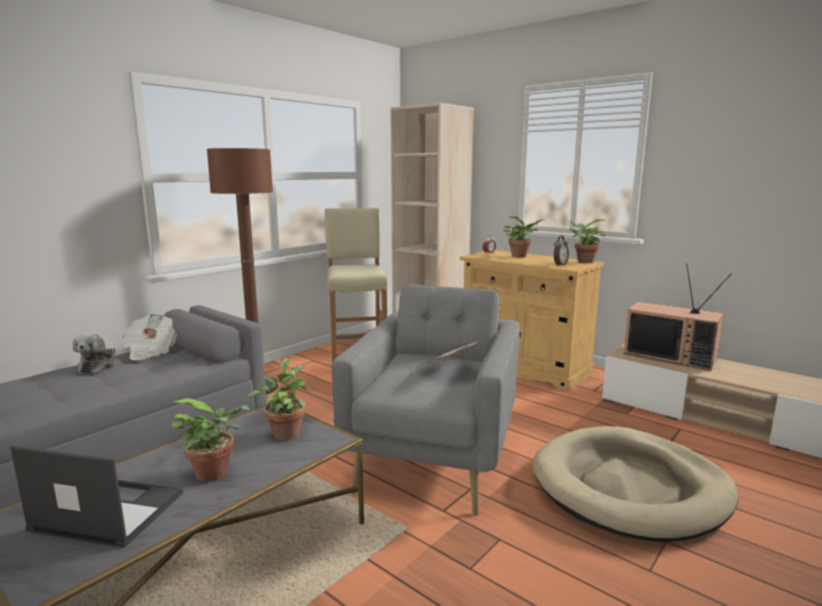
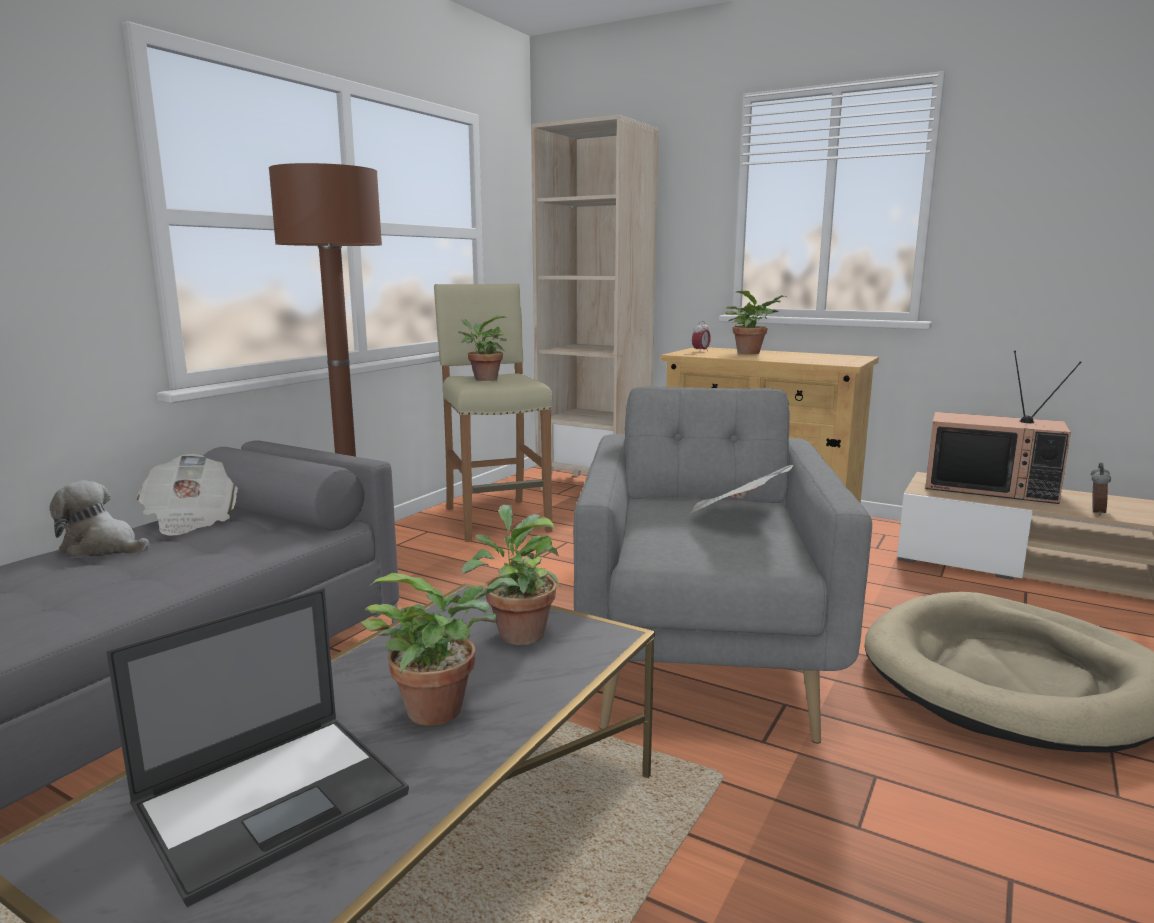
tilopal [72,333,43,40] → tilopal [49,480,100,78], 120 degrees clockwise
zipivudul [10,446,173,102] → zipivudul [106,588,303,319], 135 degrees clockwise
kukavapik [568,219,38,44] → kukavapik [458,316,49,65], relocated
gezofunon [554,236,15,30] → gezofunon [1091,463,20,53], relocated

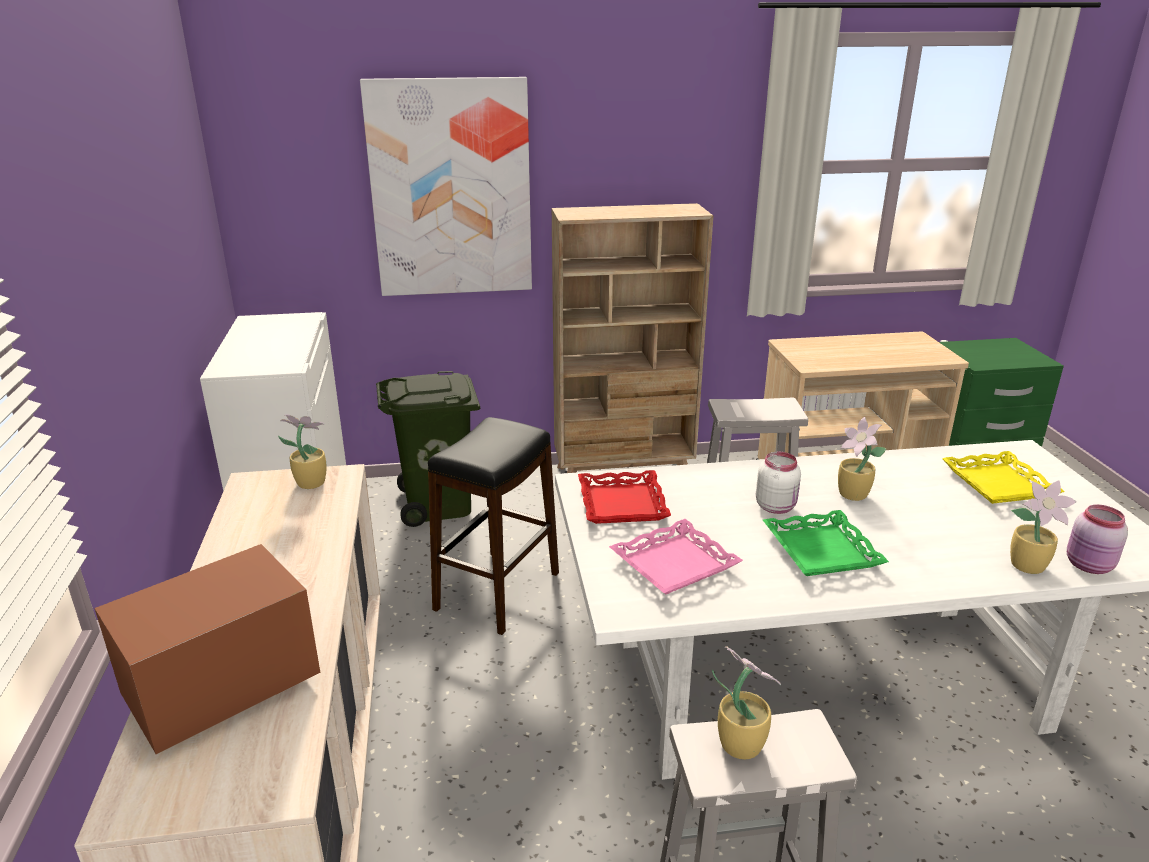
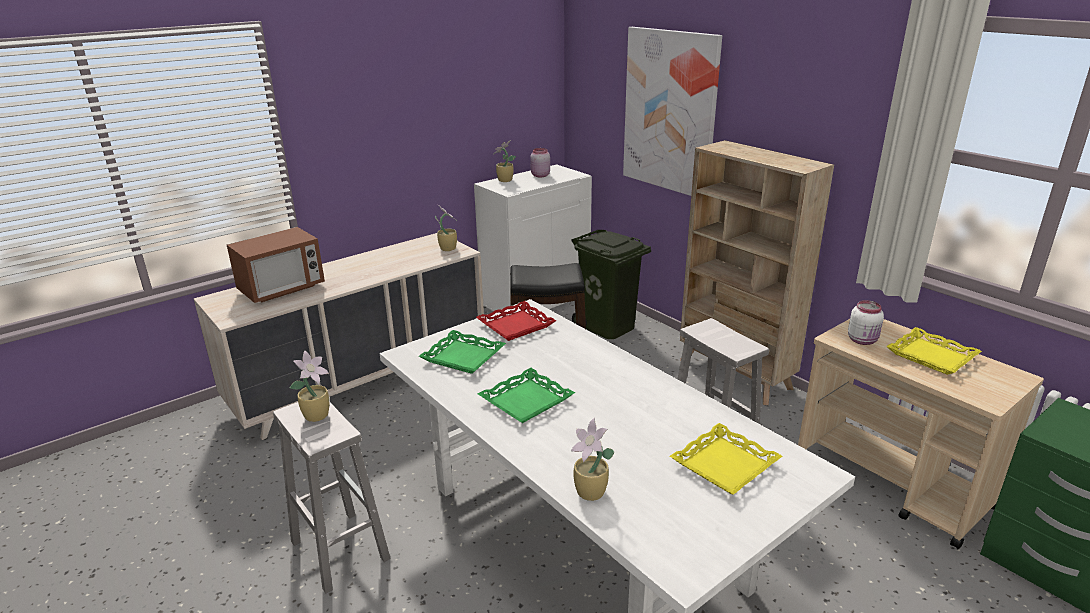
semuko [94,544,226,210] → semuko [227,227,98,76], 120 degrees clockwise
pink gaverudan [609,519,134,75] → green gaverudan [419,330,87,44]
kukavapik [838,417,48,84] → kukavapik [493,140,23,42], relocated
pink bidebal [1067,504,61,70] → pink bidebal [530,148,20,29], relocated
white bidebal [756,452,45,62] → white bidebal [848,300,36,45], relocated
- → yellow gaverudan [886,327,96,48]

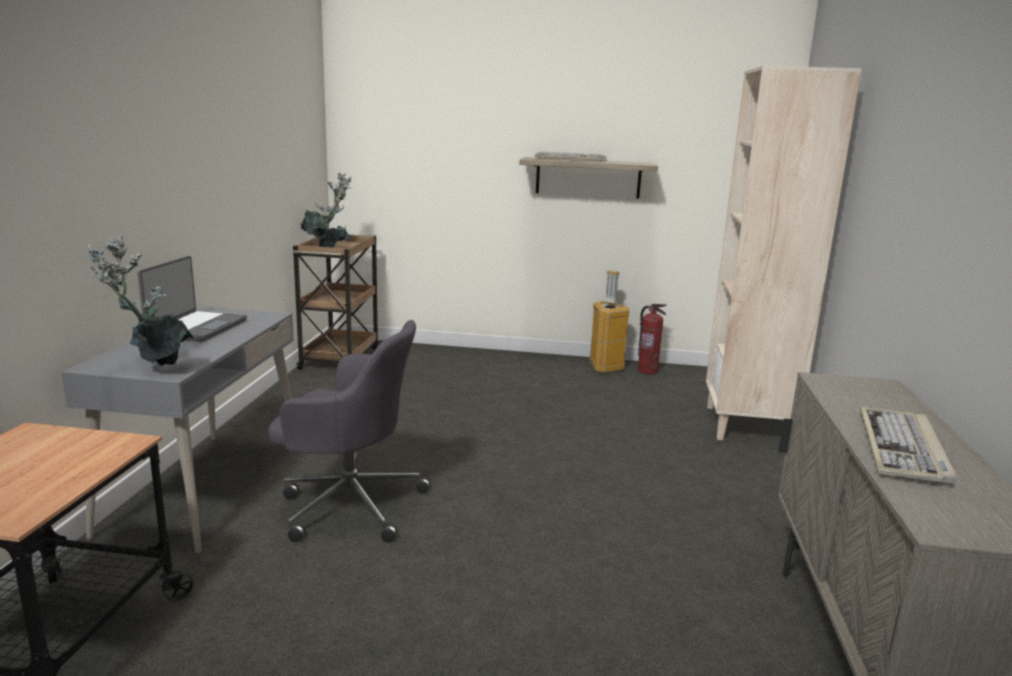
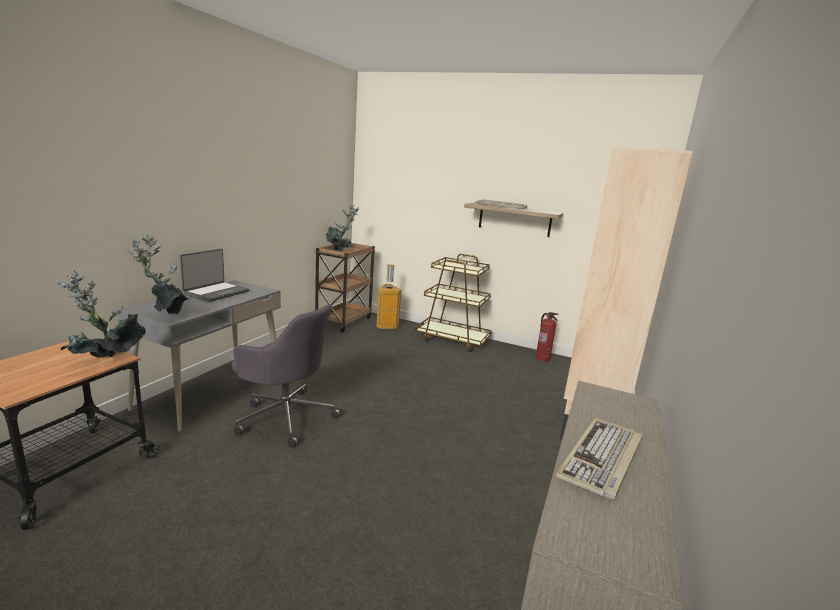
- → kukavapik [56,271,90,87]
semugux [589,270,41,103] → semugux [376,264,25,65], relocated
- → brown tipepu [415,254,77,98]

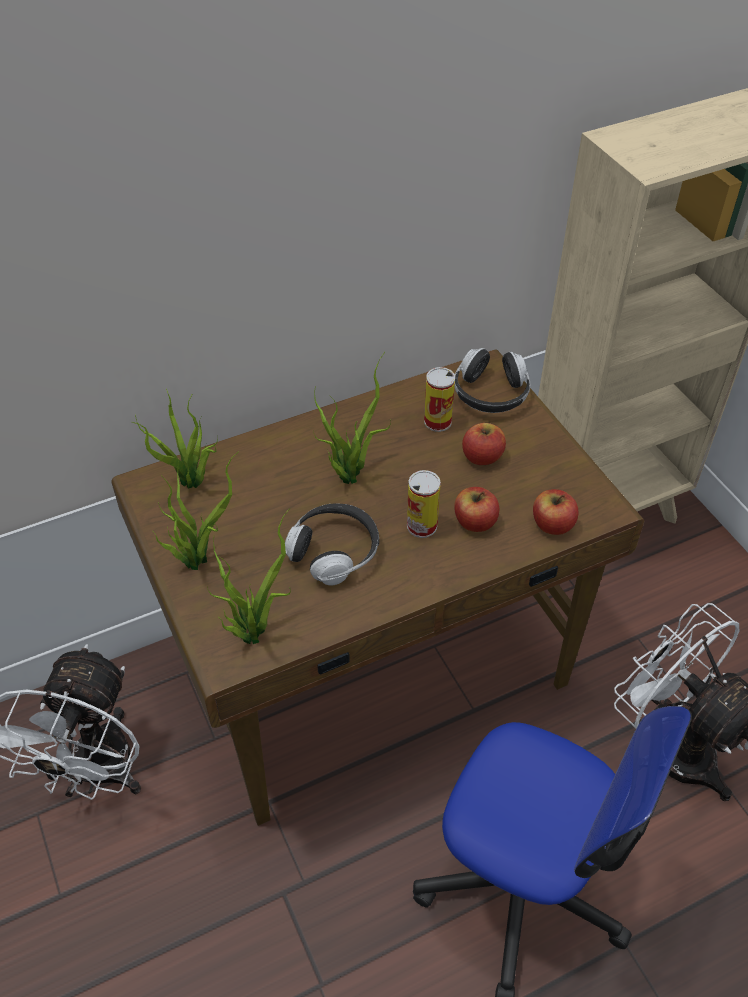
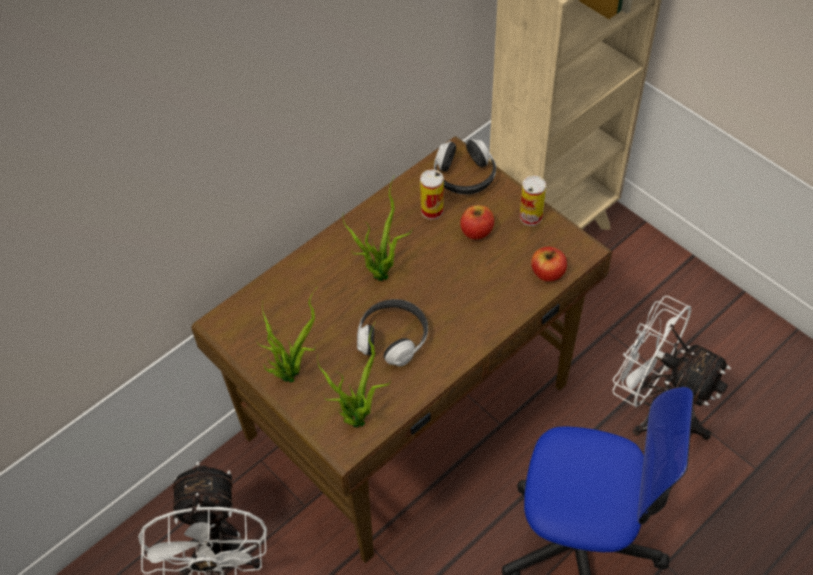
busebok [407,470,34,68] → busebok [520,176,26,50], relocated
kukavapik [132,388,86,101] → -
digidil [454,487,45,45] → -

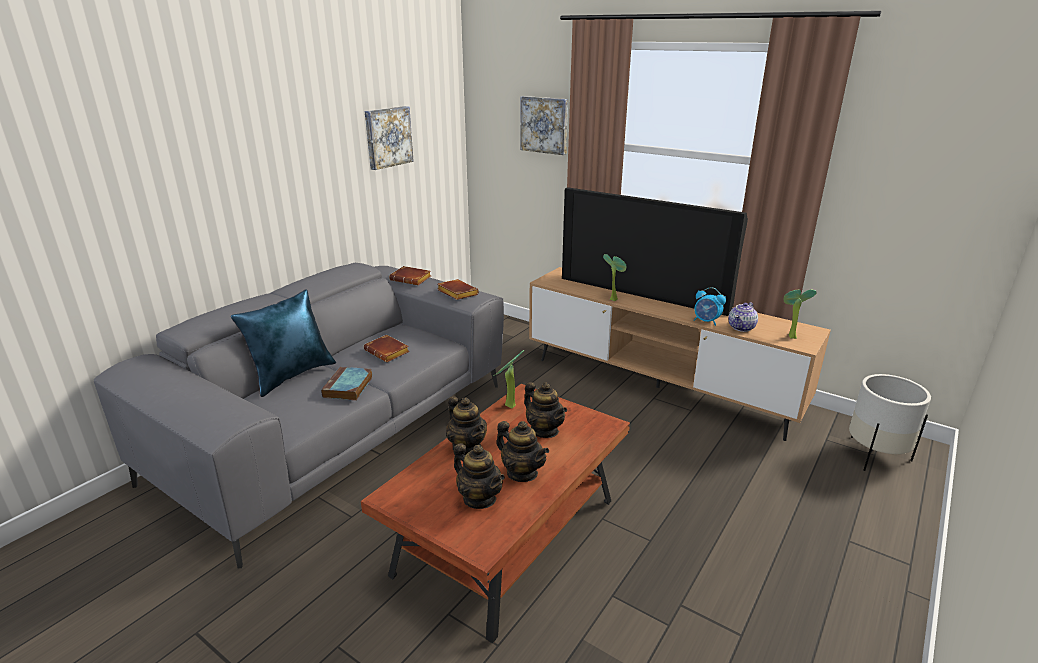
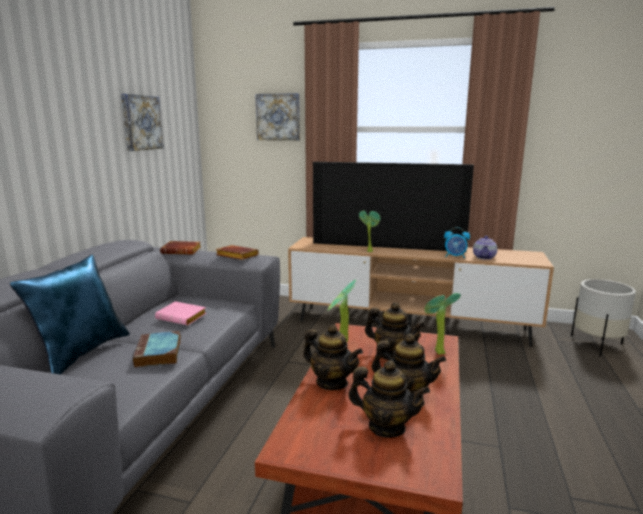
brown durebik [364,335,45,27] → pink durebik [155,301,51,24]
kukavapik [784,289,33,50] → kukavapik [424,293,37,62], relocated

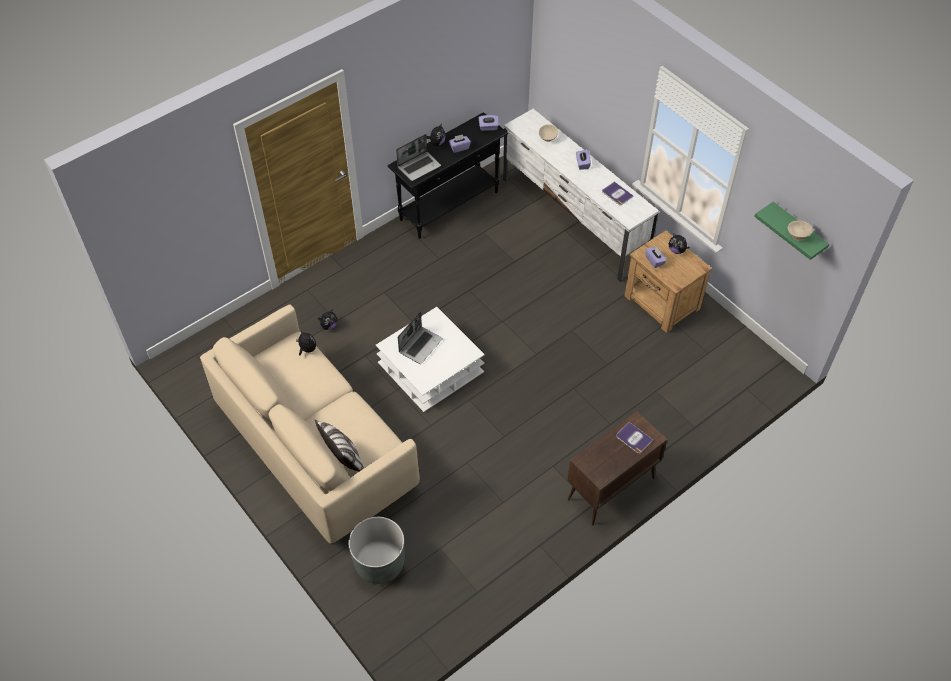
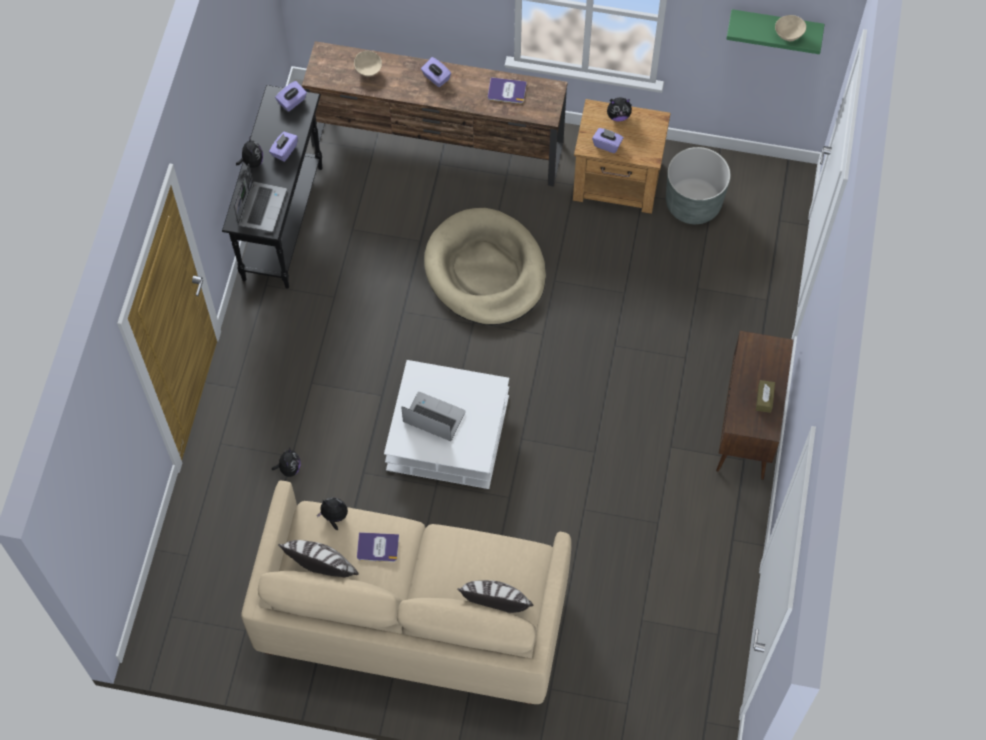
- → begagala [278,540,81,38]
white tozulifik [503,109,156,173] → brown tozulifik [302,41,266,145]
durebik [616,422,37,32] → durebik [357,532,42,30], relocated
zipivudul [398,311,45,53] → zipivudul [401,392,65,49], 60 degrees counterclockwise
- → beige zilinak [424,208,122,117]
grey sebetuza [348,517,56,67] → grey sebetuza [666,147,65,77], relocated
- → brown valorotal [756,380,19,33]

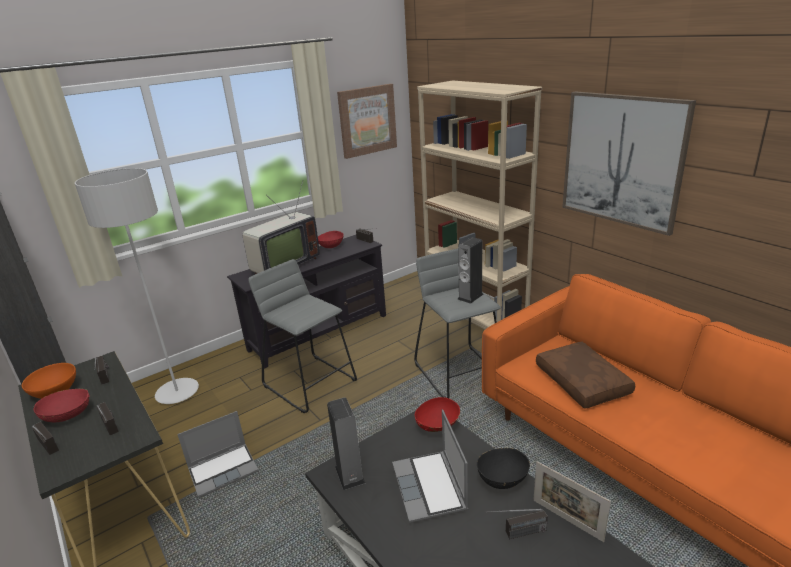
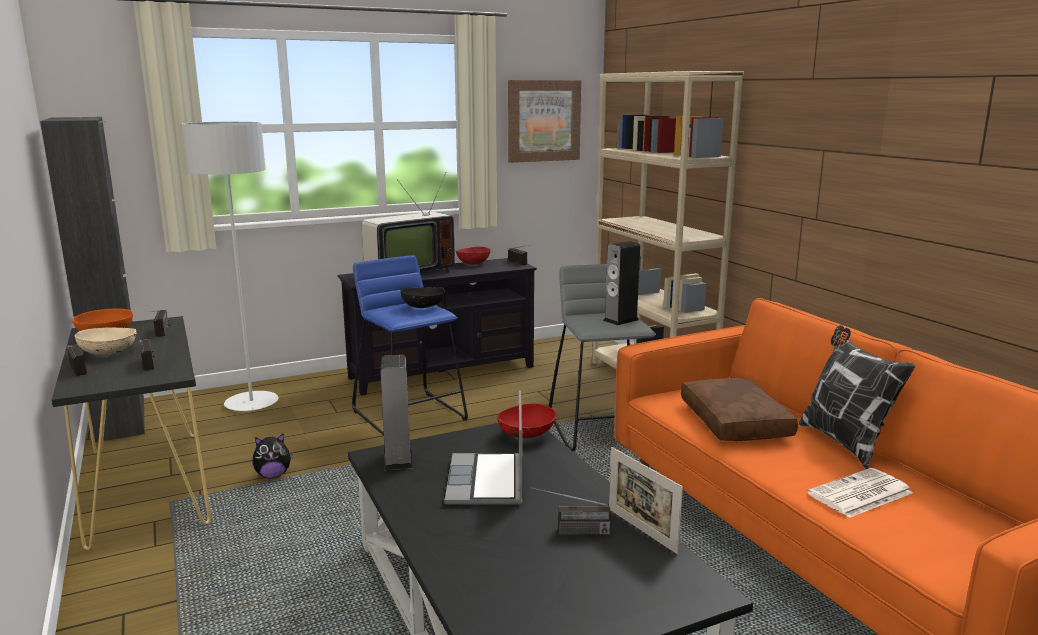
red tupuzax [32,389,58,33] → beige tupuzax [75,327,62,28]
zipivudul [177,411,82,87] → tilopal [253,434,40,44]
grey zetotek [248,259,109,155] → blue zetotek [352,255,116,180]
black tupuzax [477,448,53,41] → black tupuzax [400,287,45,21], relocated
- → begagala [799,325,117,144]
- → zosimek [807,468,106,50]
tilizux [562,91,134,145] → -

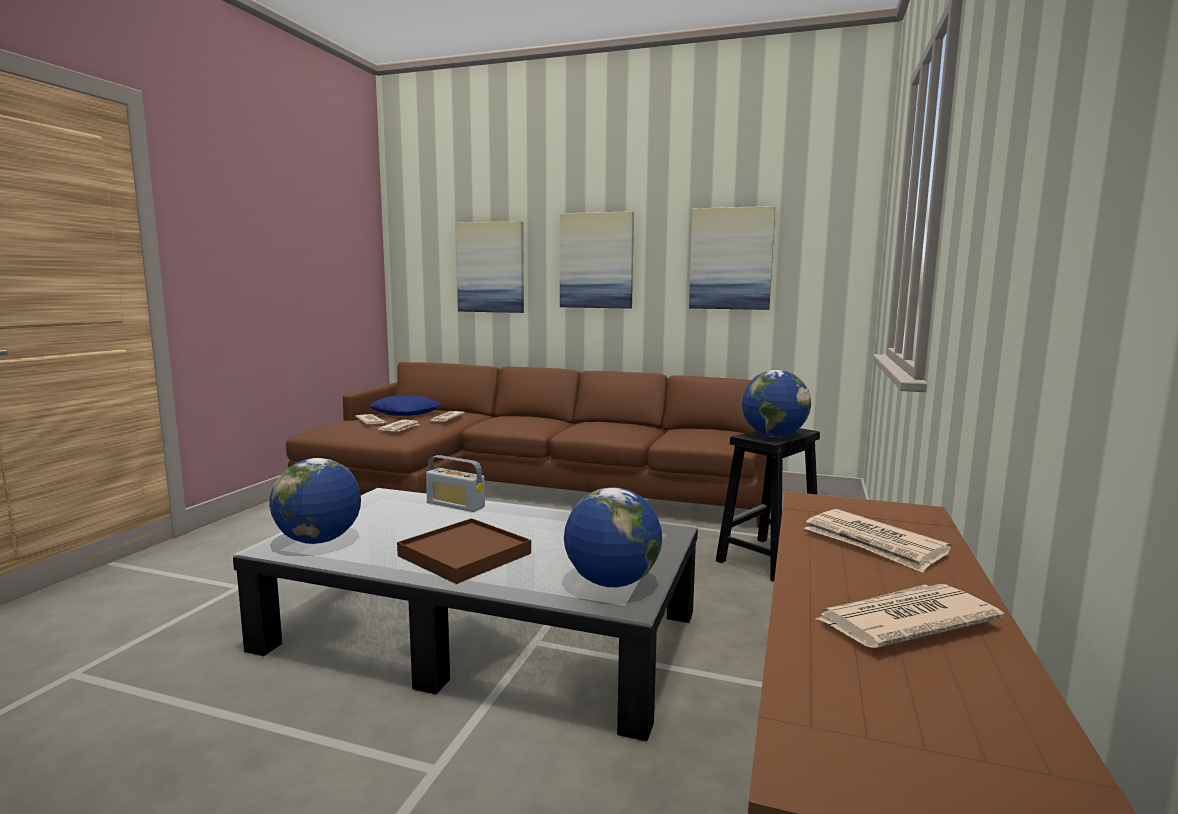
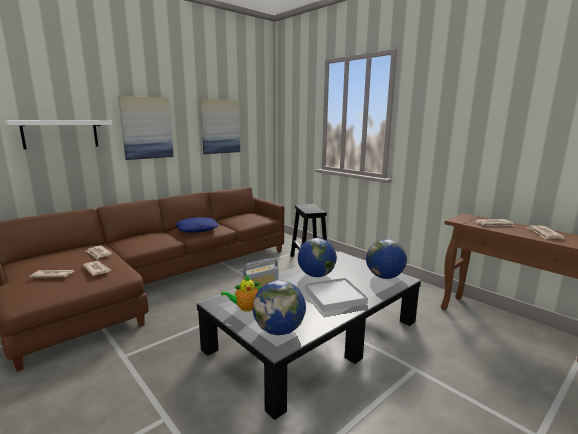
tilizux [456,221,68,92] → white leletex [5,120,108,29]
blue begagala [369,395,72,21] → blue begagala [176,217,43,15], relocated
- → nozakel [221,275,41,37]
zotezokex [742,370,69,67] → zotezokex [298,238,39,39], relocated
brown gaverudan [397,518,134,66] → white gaverudan [305,278,63,34]

